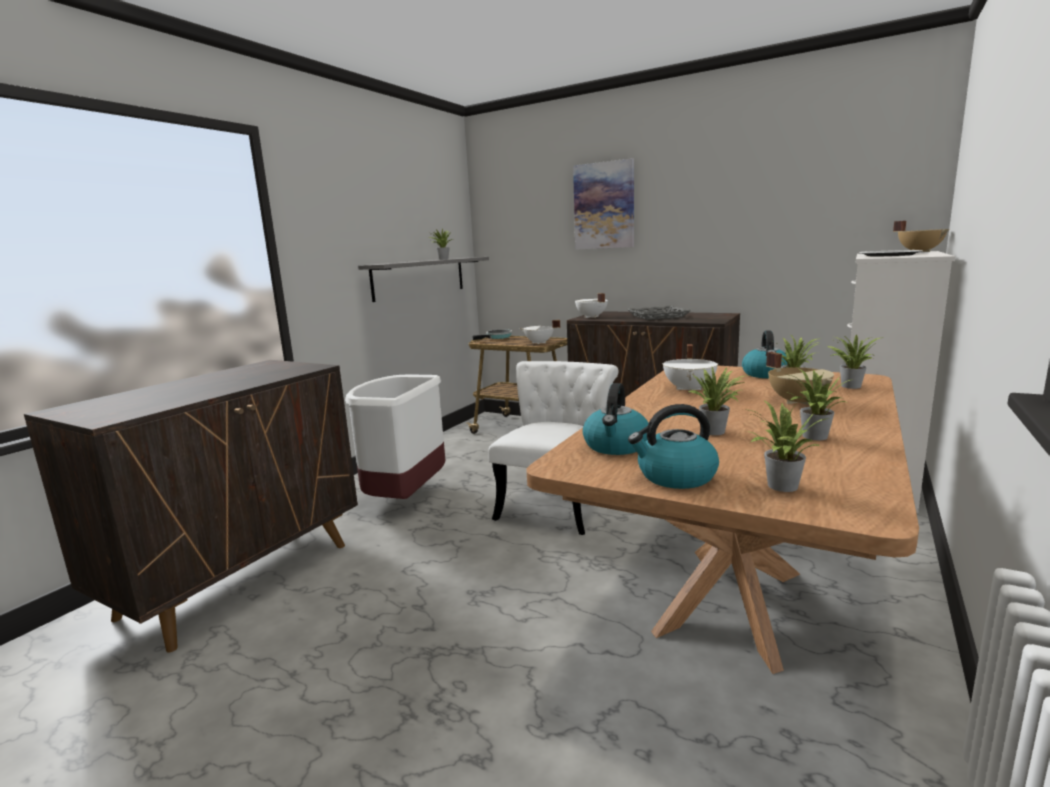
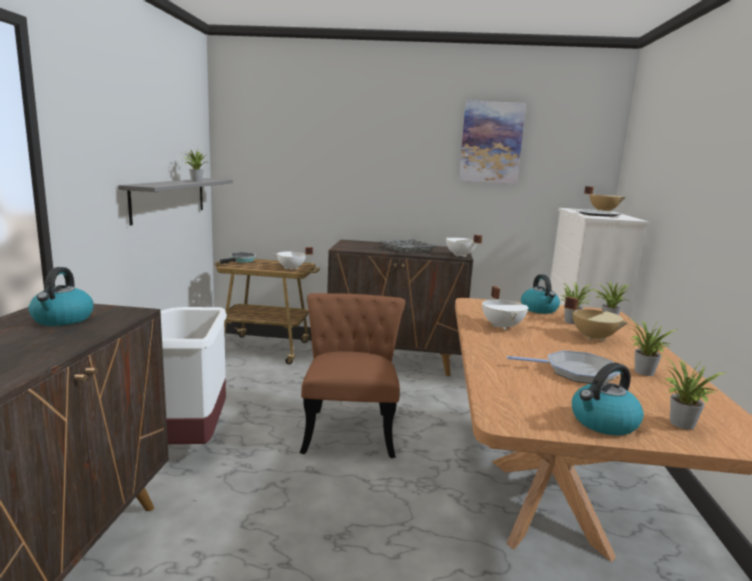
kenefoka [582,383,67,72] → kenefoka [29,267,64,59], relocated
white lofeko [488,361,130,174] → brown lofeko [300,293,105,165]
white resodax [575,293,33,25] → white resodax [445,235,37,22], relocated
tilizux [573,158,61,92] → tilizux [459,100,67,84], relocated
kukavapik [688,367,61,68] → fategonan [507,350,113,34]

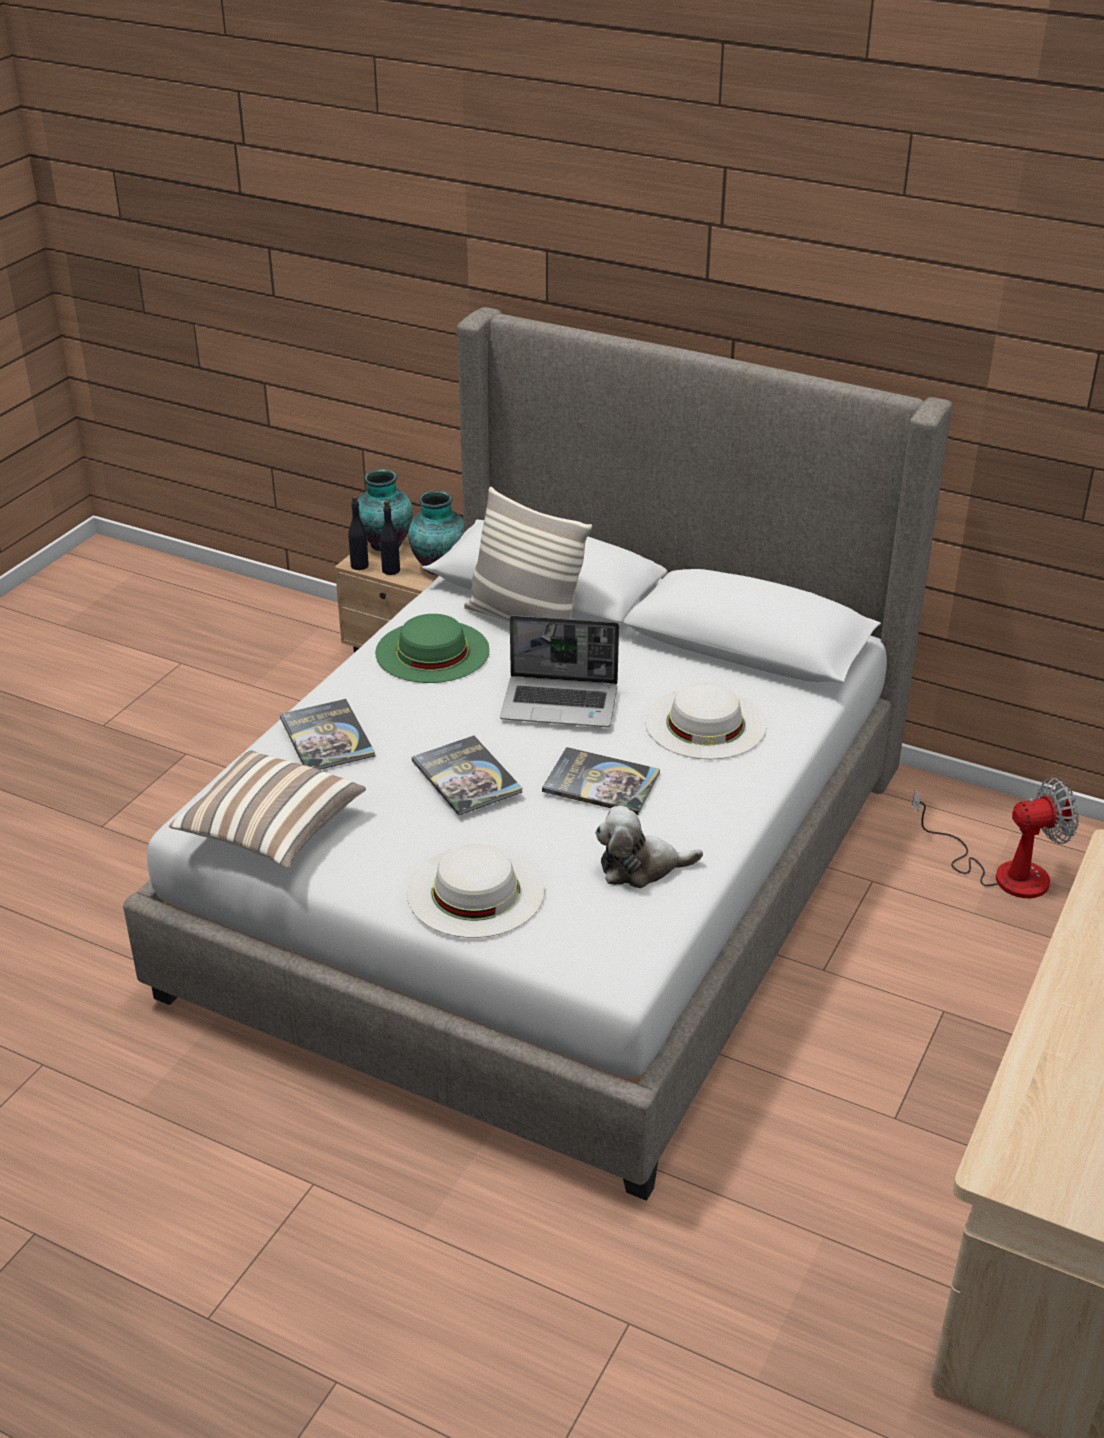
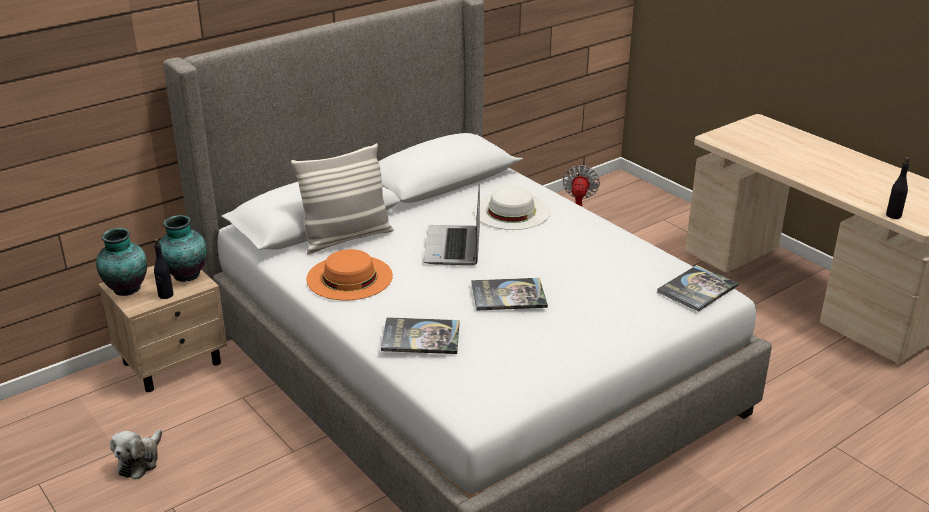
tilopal [595,806,108,82] → tilopal [110,429,52,50], relocated
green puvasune [375,614,115,69] → orange puvasune [306,249,87,51]
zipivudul [500,615,119,112] → zipivudul [424,184,56,81], 150 degrees clockwise
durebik [542,747,118,68] → durebik [657,265,81,47], relocated
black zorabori [348,496,21,74] → black zorabori [886,157,24,62], relocated
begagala [169,749,197,119] → -
white puvasune [407,844,138,94] → -

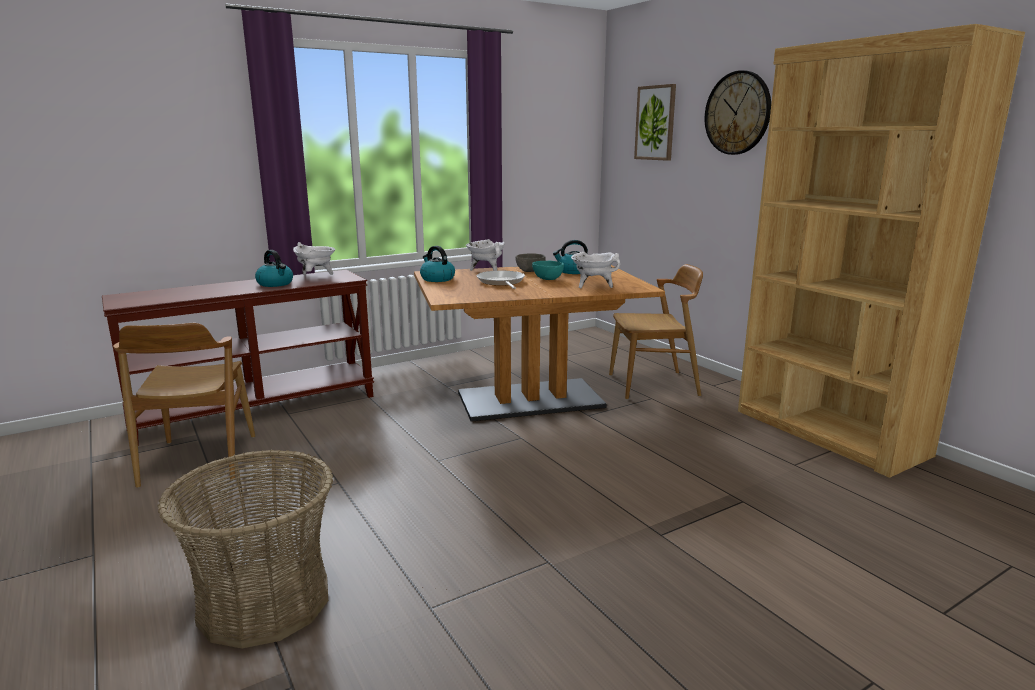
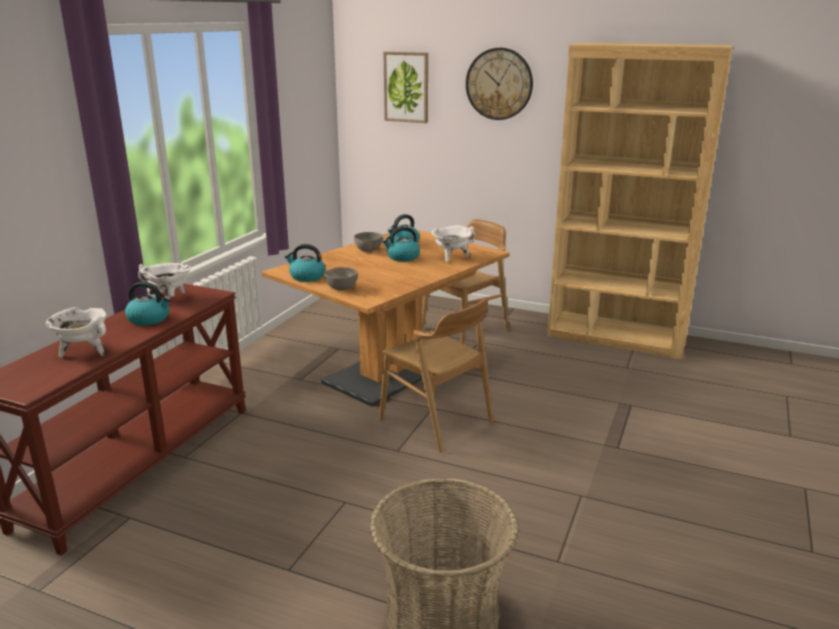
white resodax [466,239,39,32] → white resodax [46,307,61,51], relocated
- → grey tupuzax [324,267,34,23]
brown lofeko [113,323,142,165] → brown lofeko [379,299,114,154], relocated
turquoise tupuzax [532,261,32,19] → kenefoka [382,227,38,35]
fategonan [477,271,48,18] → -

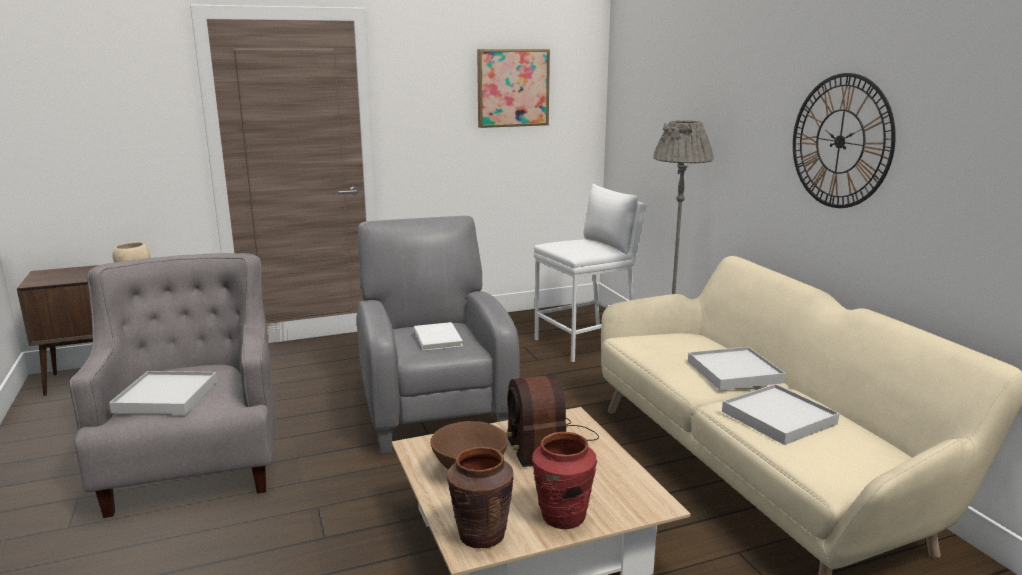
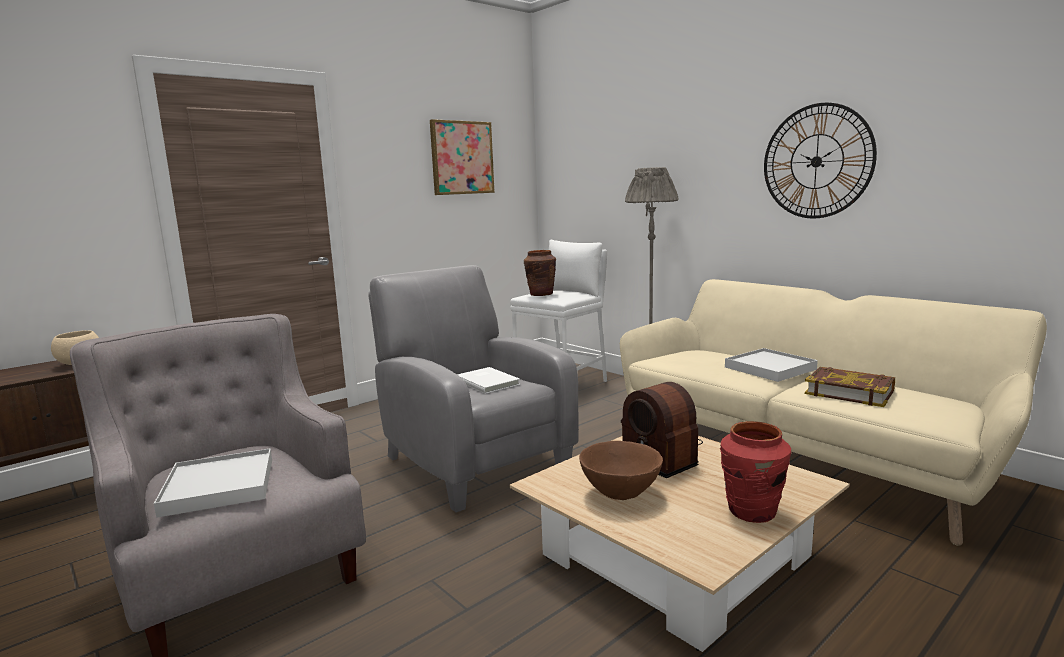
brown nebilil [447,446,67,102] → brown nebilil [524,250,32,46], relocated
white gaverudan [722,384,117,61] → durebik [805,367,90,40]

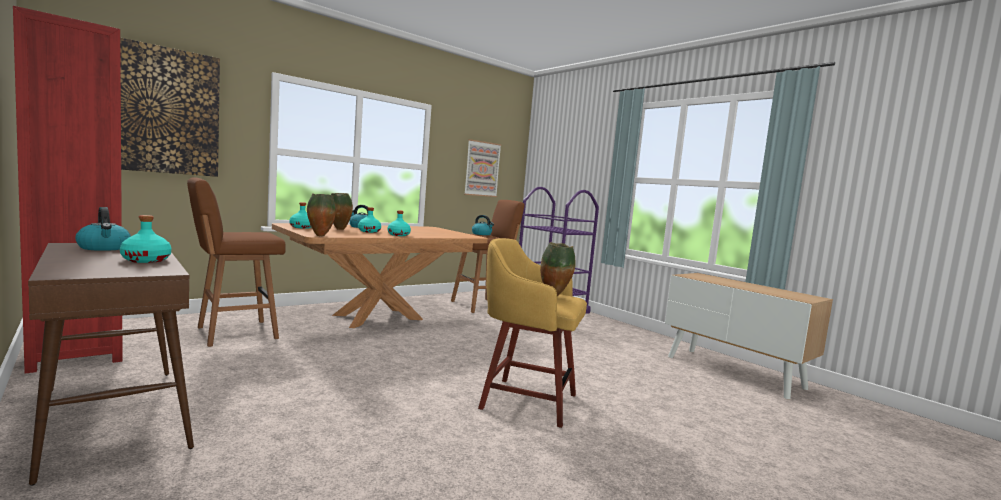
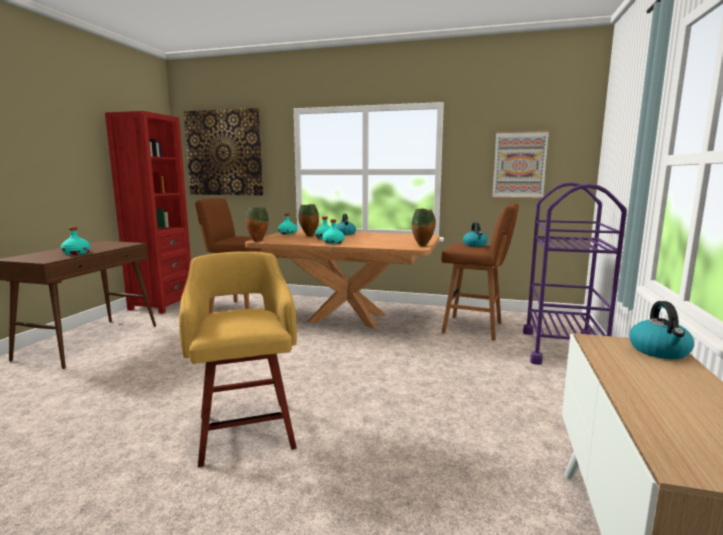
nebilil [540,242,36,54] → nebilil [412,209,24,37], relocated
kenefoka [75,207,56,44] → kenefoka [629,301,65,58], relocated

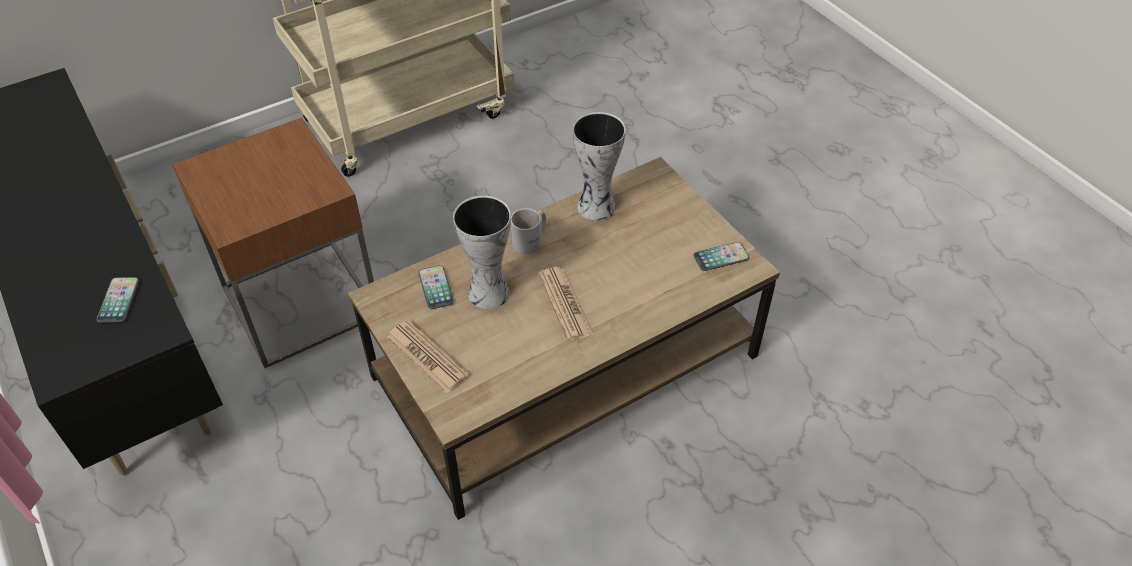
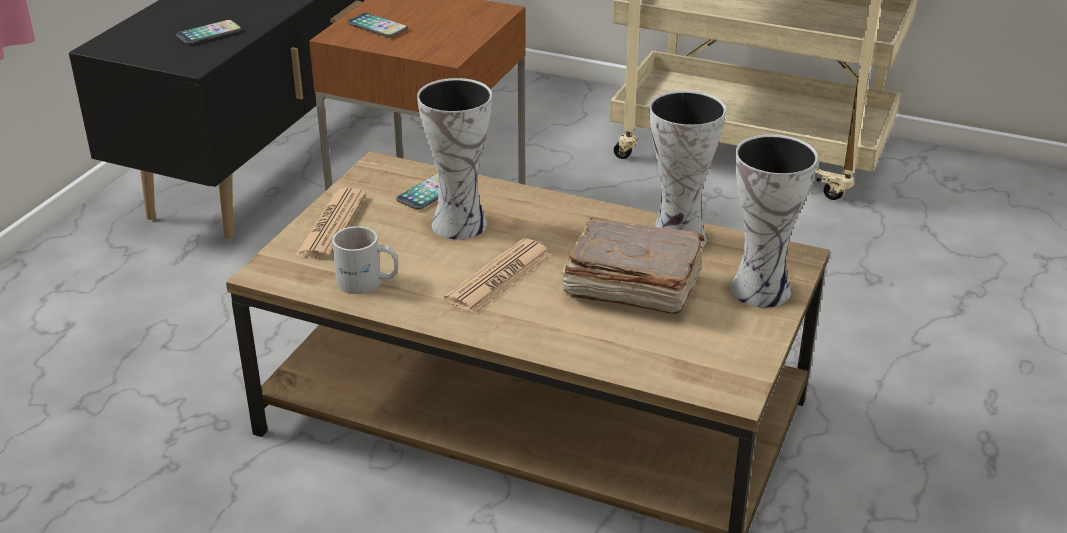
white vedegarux [511,208,35,46] → white vedegarux [332,226,67,68], relocated
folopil [693,242,56,29] → folopil [347,13,61,24], relocated
- → brown durebik [562,217,143,97]
- → nebilil [730,134,88,173]

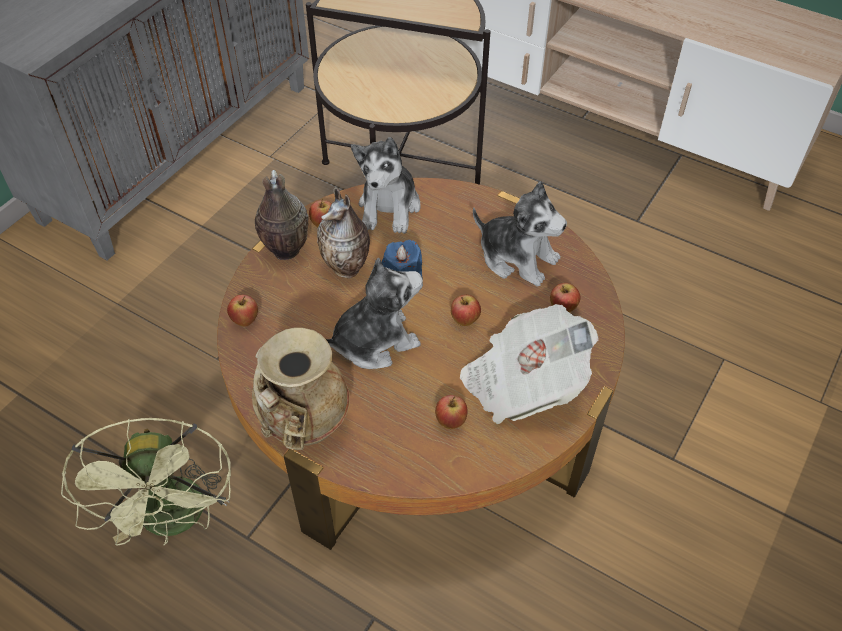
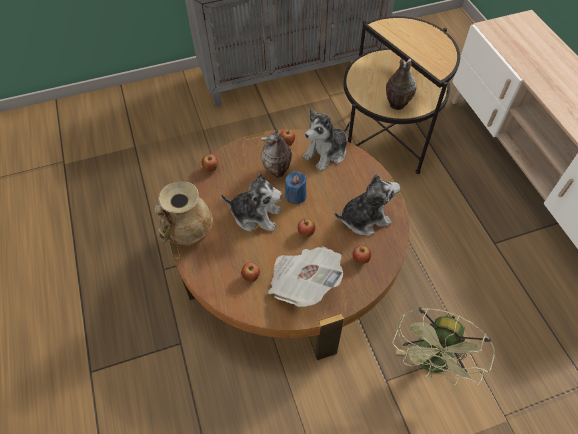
tilopal [473,181,94,106] → tilopal [335,174,65,61], 90 degrees counterclockwise
nebilil [255,170,54,90] → nebilil [386,59,31,51], relocated
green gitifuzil [61,418,170,128] → green gitifuzil [392,307,104,80], relocated

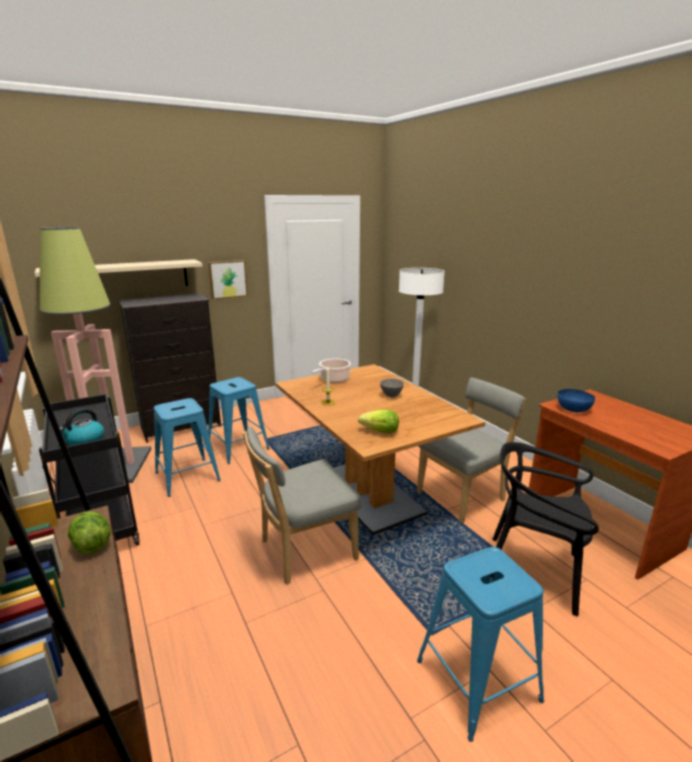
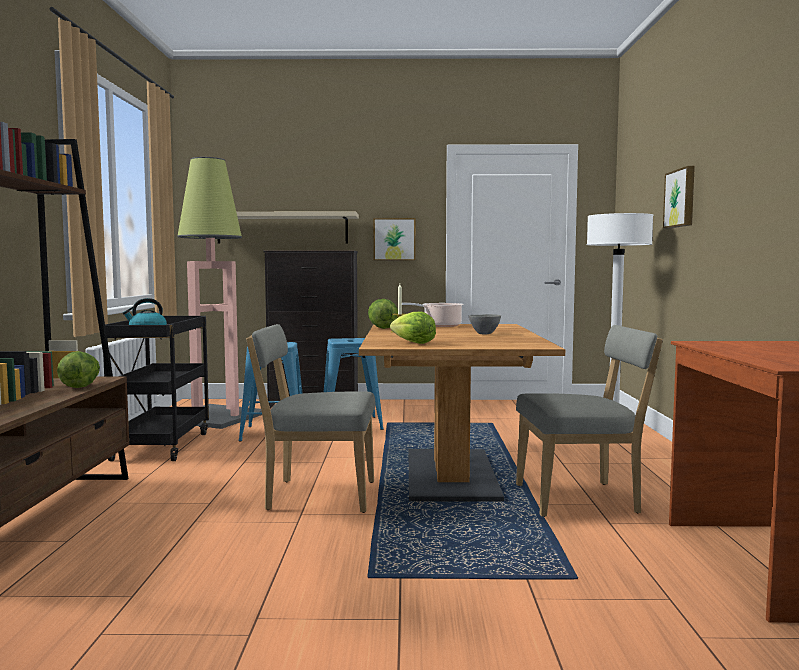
- → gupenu [368,299,30,30]
- → tilizux [663,166,32,62]
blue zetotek [417,547,127,195] → -
black lofeko [492,442,107,174] → -
blue tupuzax [558,389,37,23] → -

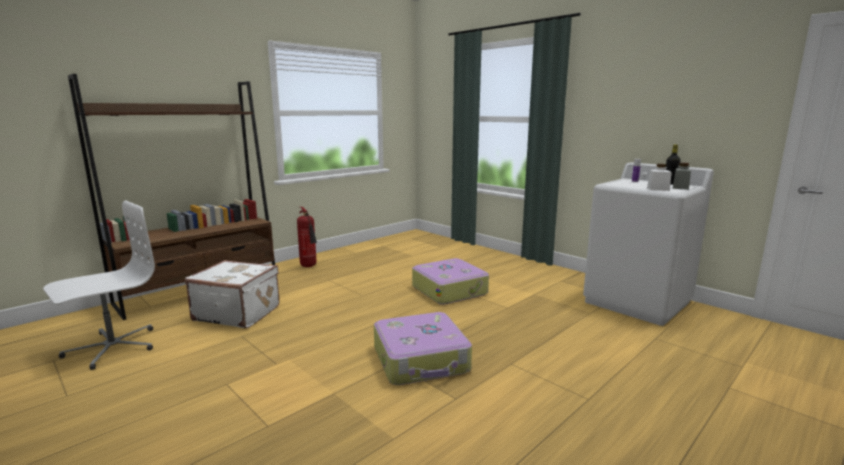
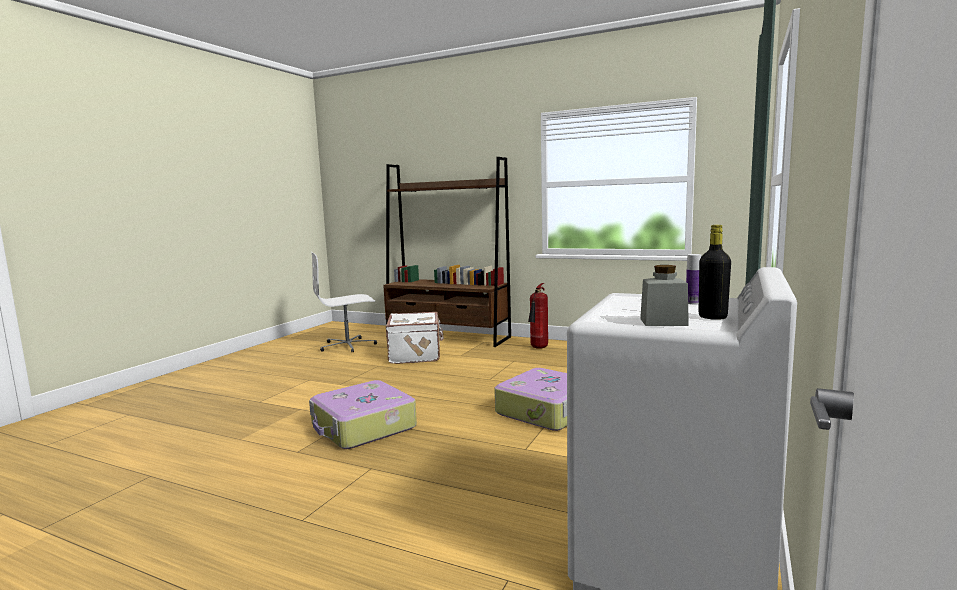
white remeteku [43,200,112,170] → white remeteku [311,252,66,100], 135 degrees clockwise
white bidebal [647,164,25,27] → -

